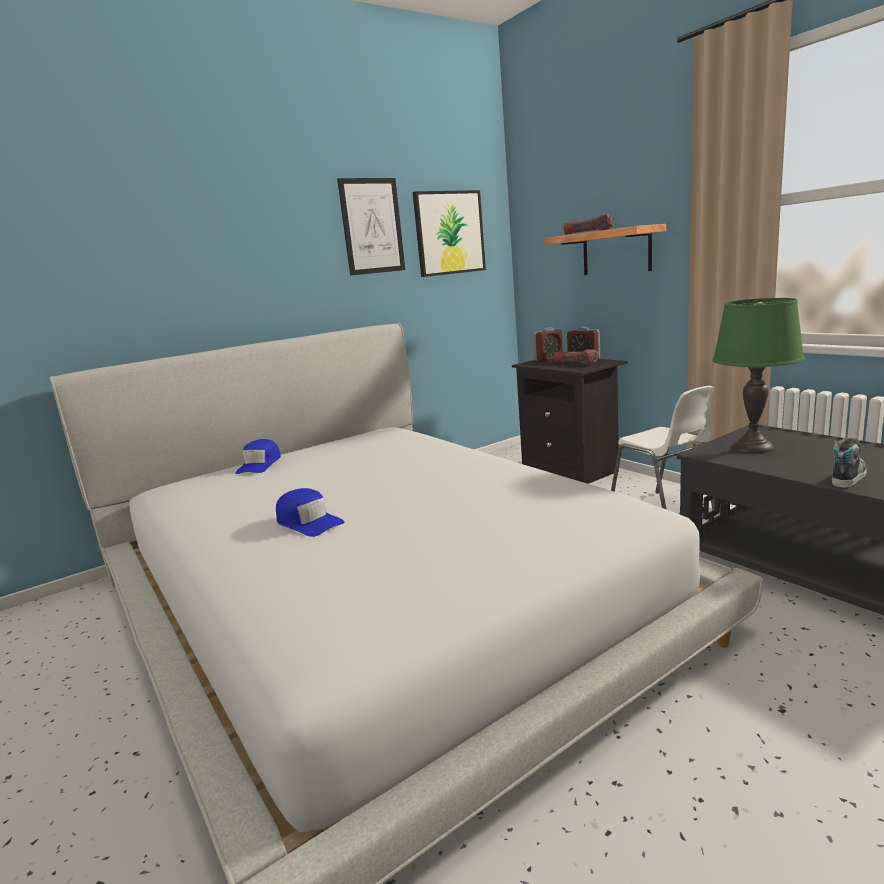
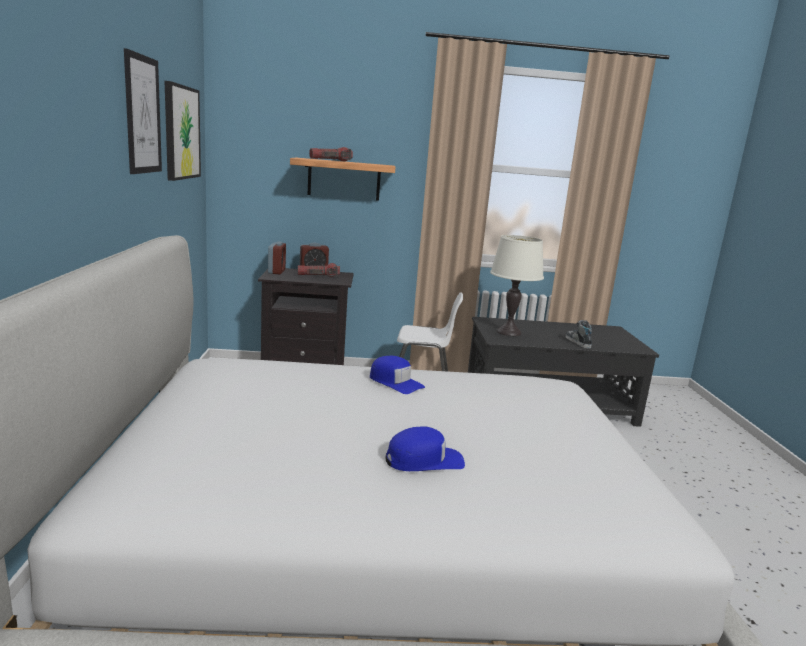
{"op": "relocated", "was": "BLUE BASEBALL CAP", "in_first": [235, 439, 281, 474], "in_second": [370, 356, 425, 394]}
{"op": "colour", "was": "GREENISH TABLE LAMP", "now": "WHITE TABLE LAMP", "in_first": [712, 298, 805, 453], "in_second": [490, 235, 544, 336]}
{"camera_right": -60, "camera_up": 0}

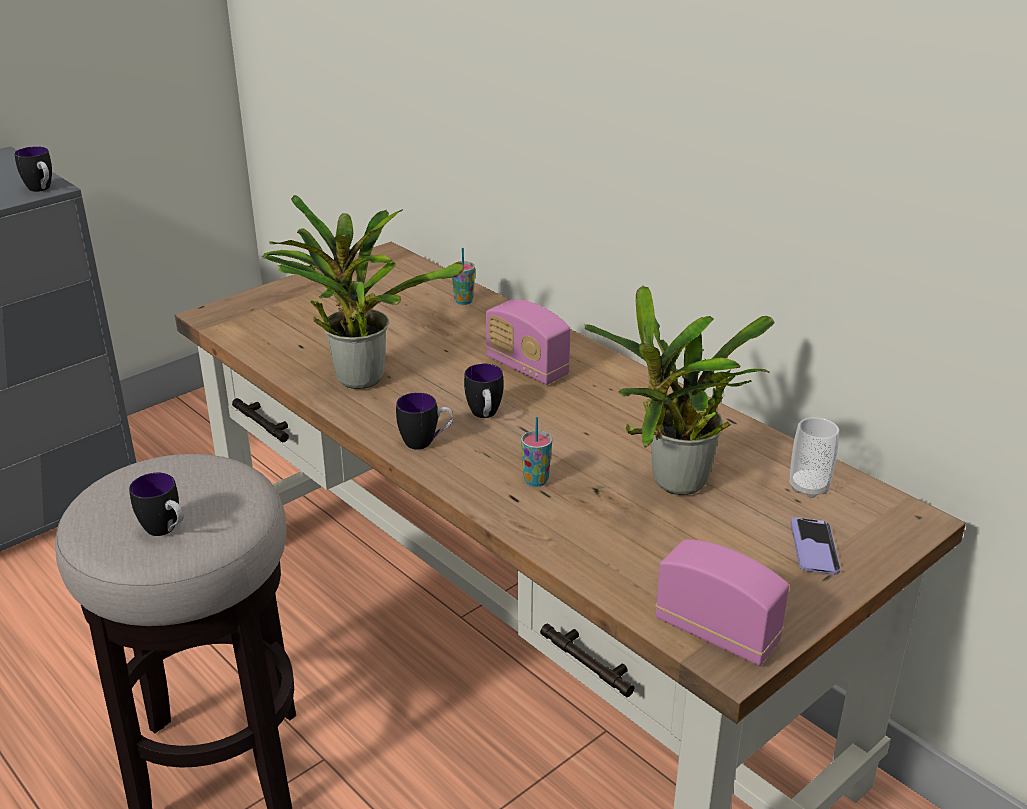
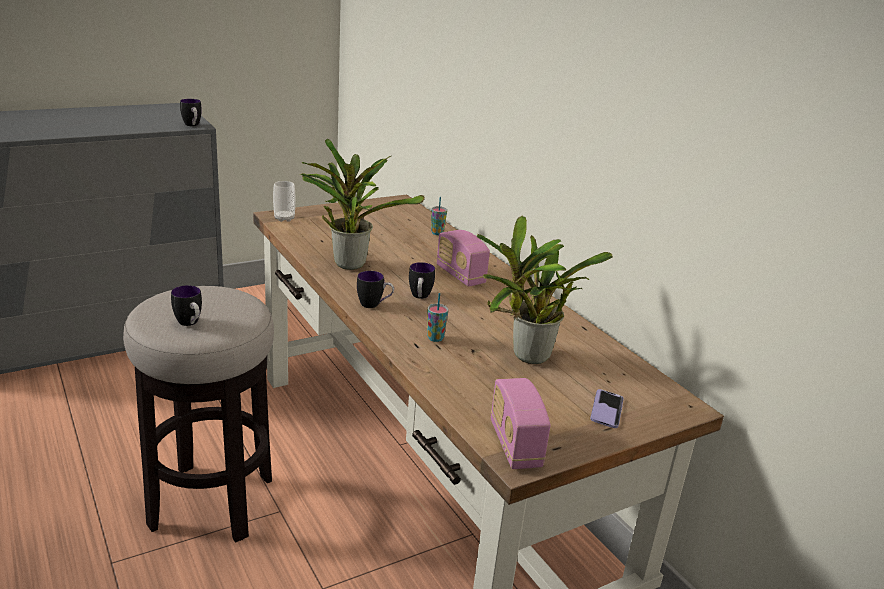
{"op": "relocated", "was": "DRINKING CUP", "in_first": [790, 417, 839, 498], "in_second": [273, 181, 295, 222]}
{"op": "spun", "was": "RADIO RECEIVER", "in_first": [655, 539, 789, 666], "in_second": [491, 378, 550, 469], "clockwise": -150}
{"camera_right": 10, "camera_up": -5}

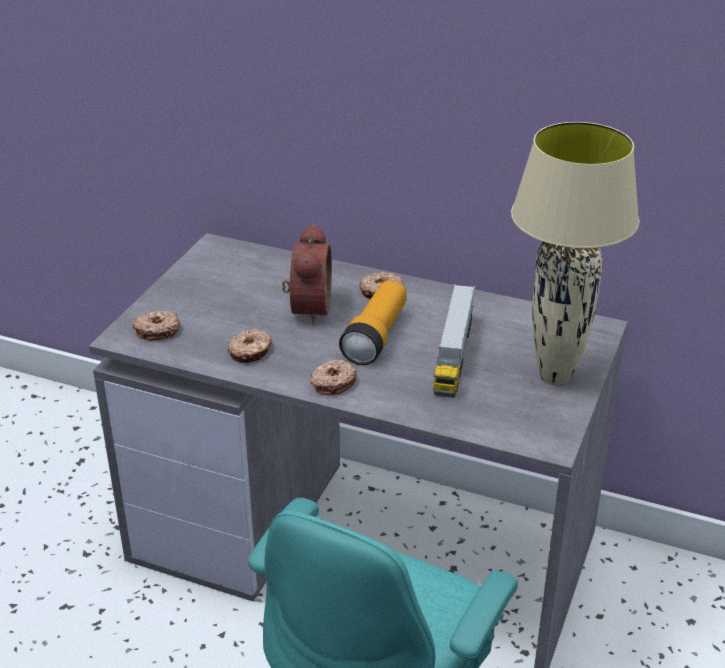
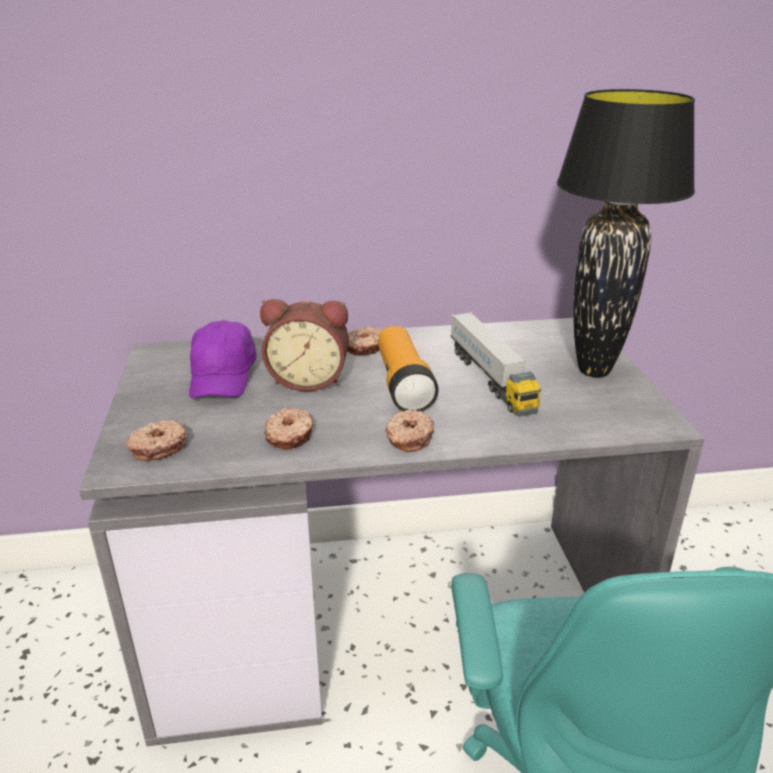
{"op": "appeared", "now": "PURPLISH BASEBALL CAP", "in_second": [189, 320, 257, 398]}
{"op": "colour", "was": "BEIGE TABLE LAMP", "now": "BLACK TABLE LAMP", "in_first": [511, 122, 640, 385], "in_second": [557, 89, 695, 377]}
{"op": "spun", "was": "TABLE CLOCK", "in_first": [282, 224, 332, 325], "in_second": [260, 299, 349, 392], "clockwise": 120}
{"camera_right": -30, "camera_up": -5}

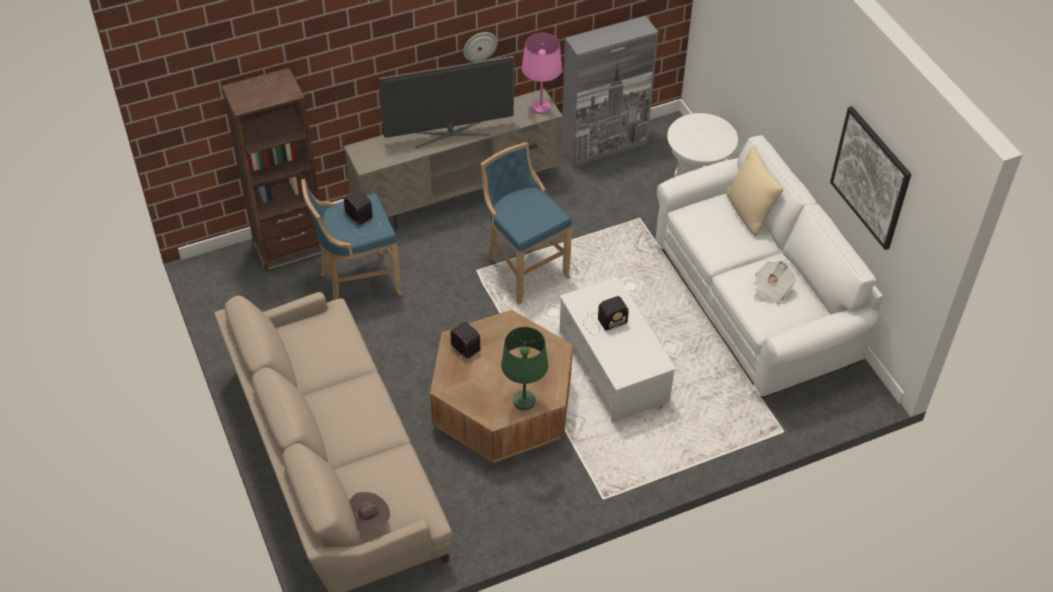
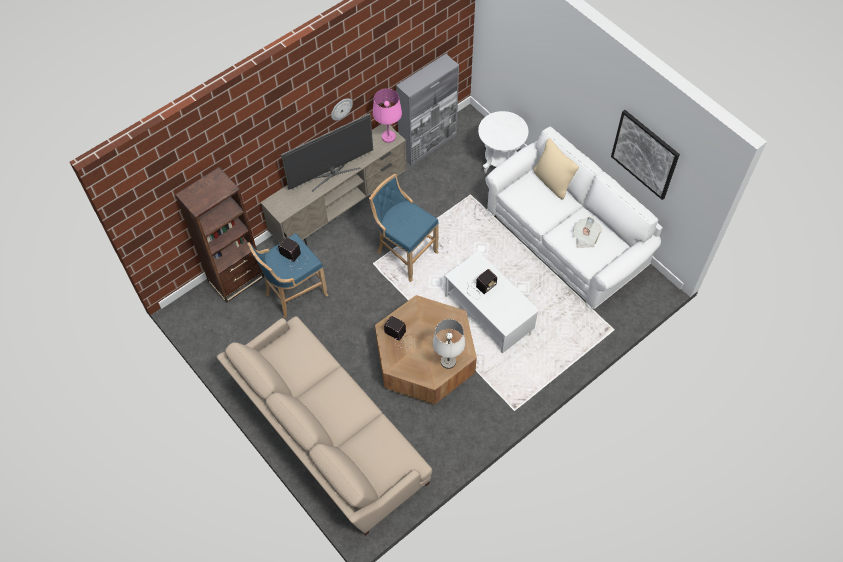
{"op": "missing", "was": "BROWN-COLOURED HAT", "in_first": [349, 492, 390, 533]}
{"op": "colour", "was": "GREENISH TABLE LAMP", "now": "WHITE TABLE LAMP", "in_first": [501, 327, 548, 410], "in_second": [433, 319, 465, 369]}
{"camera_right": -15, "camera_up": 10}

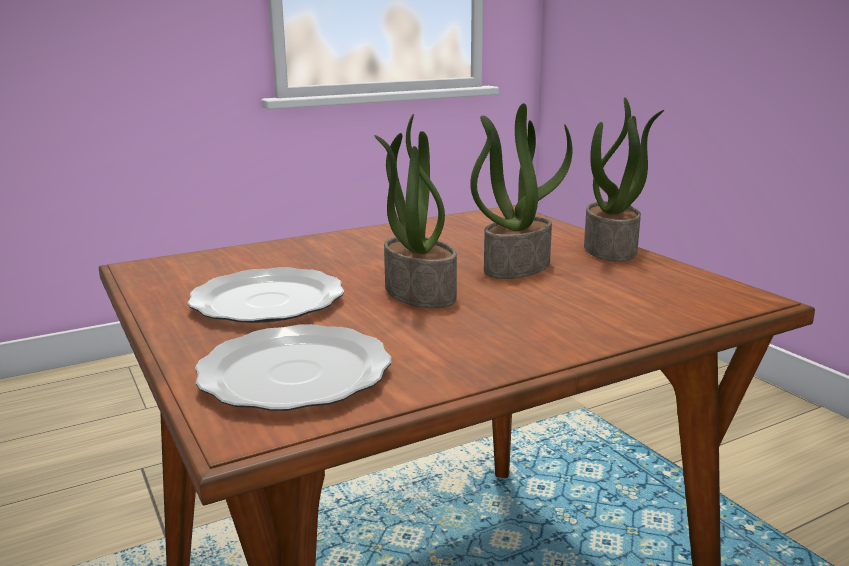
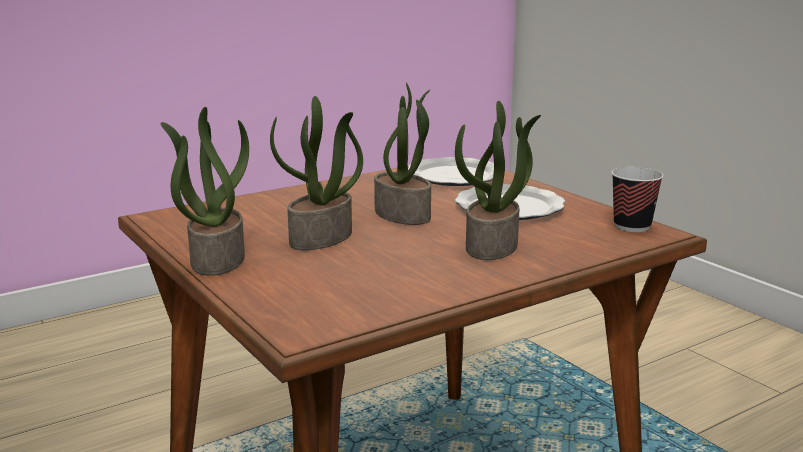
{"op": "appeared", "now": "PLANT IN A POT", "in_second": [455, 101, 541, 260]}
{"op": "appeared", "now": "DRINKING CUP", "in_second": [611, 167, 663, 232]}
{"camera_right": 175, "camera_up": 0}

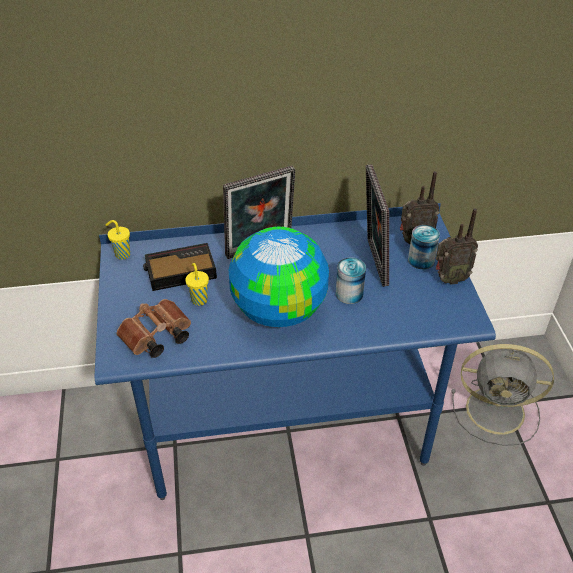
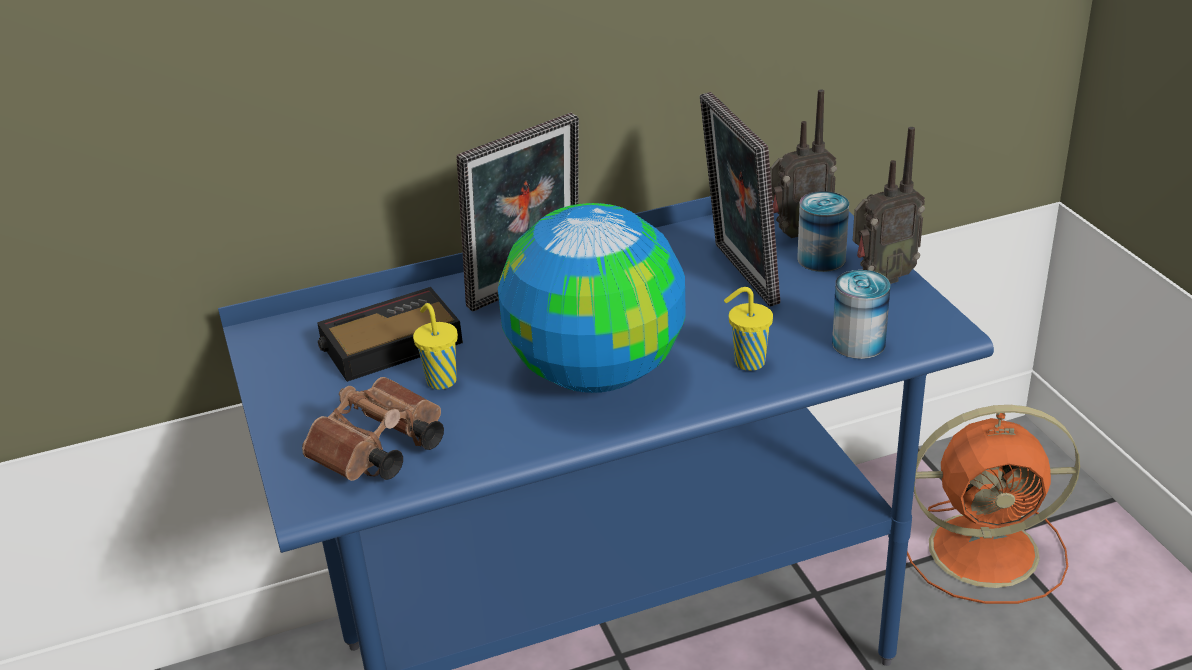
{"op": "relocated", "was": "YELLOW DRINKING CUP", "in_first": [106, 220, 130, 260], "in_second": [724, 287, 773, 371]}
{"op": "relocated", "was": "CAN", "in_first": [336, 257, 366, 304], "in_second": [832, 270, 890, 359]}
{"op": "colour", "was": "GREY ELECTRIC FAN", "now": "ORANGE ELECTRIC FAN", "in_first": [451, 344, 554, 446], "in_second": [907, 405, 1080, 604]}
{"camera_right": -10, "camera_up": -10}

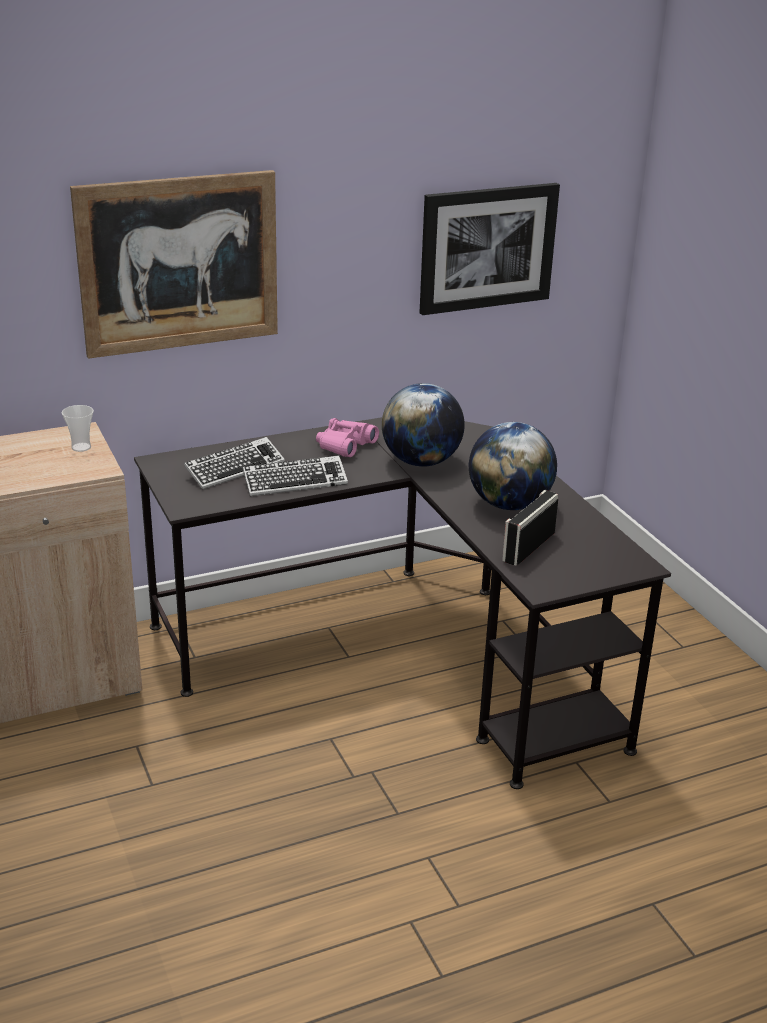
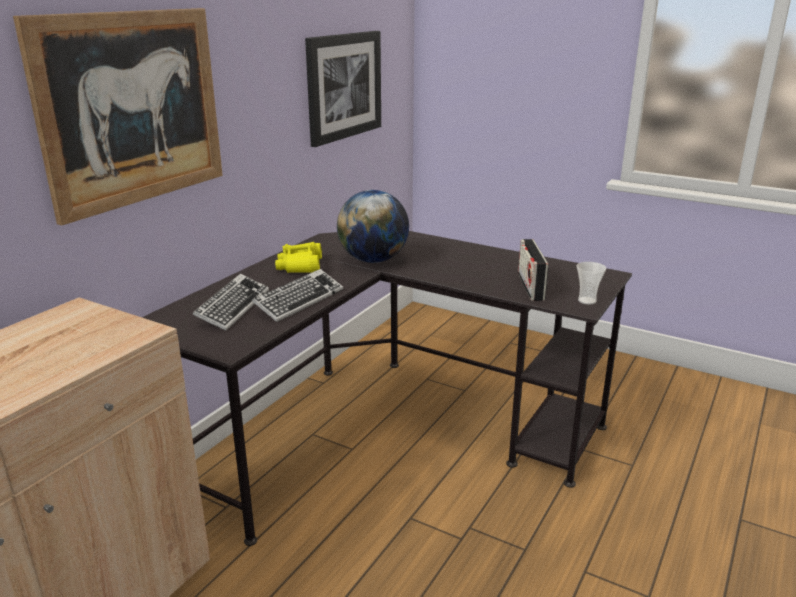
{"op": "missing", "was": "GLOBE", "in_first": [469, 422, 557, 510]}
{"op": "relocated", "was": "DRINKING CUP", "in_first": [62, 405, 94, 452], "in_second": [577, 262, 606, 305]}
{"op": "colour", "was": "PINK BINOCULARS", "now": "YELLOW BINOCULARS", "in_first": [316, 418, 379, 457], "in_second": [275, 242, 322, 273]}
{"camera_right": -35, "camera_up": -5}

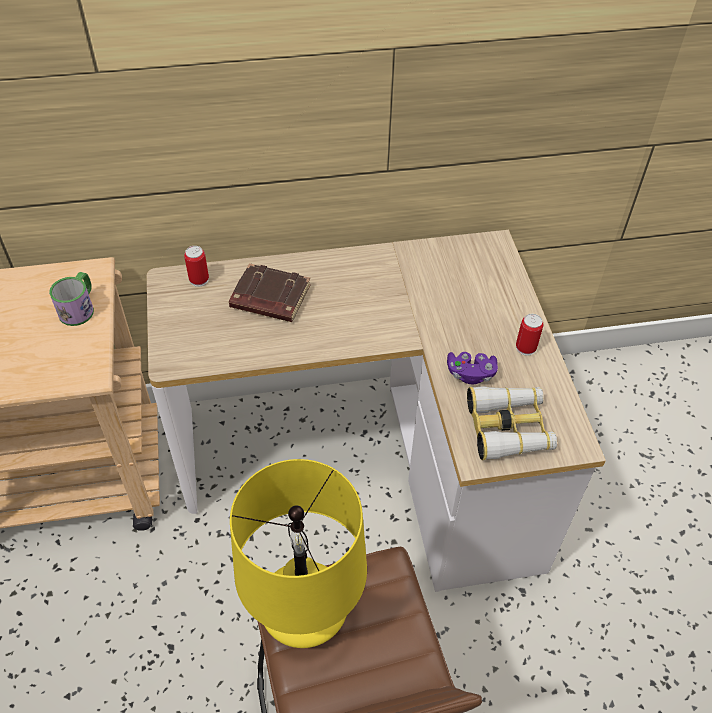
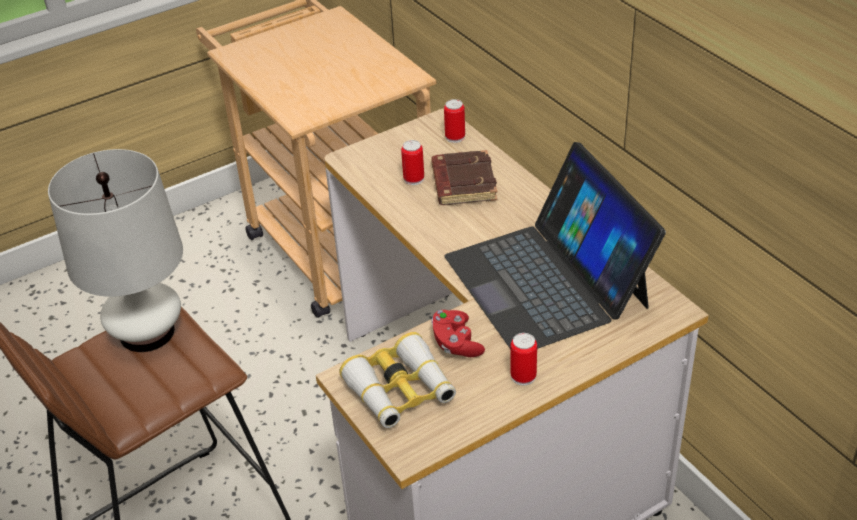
{"op": "missing", "was": "MUG", "in_first": [49, 272, 94, 326]}
{"op": "appeared", "now": "CAN", "in_second": [401, 140, 424, 185]}
{"op": "appeared", "now": "LAPTOP", "in_second": [445, 142, 666, 349]}
{"op": "colour", "was": "YELLOW TABLE LAMP", "now": "WHITE TABLE LAMP", "in_first": [230, 459, 367, 648], "in_second": [48, 149, 183, 352]}
{"op": "colour", "was": "PURPLISH GAMEPAD", "now": "RED GAMEPAD", "in_first": [447, 352, 498, 384], "in_second": [432, 310, 485, 357]}
{"camera_right": 70, "camera_up": -10}

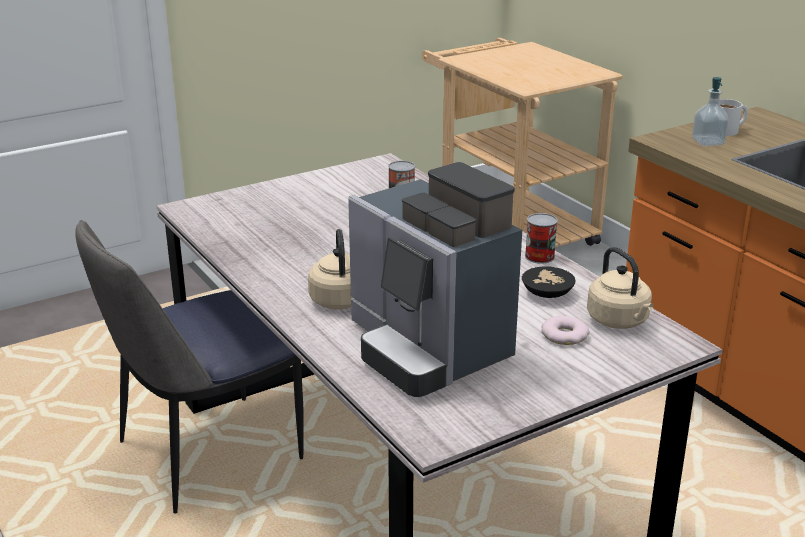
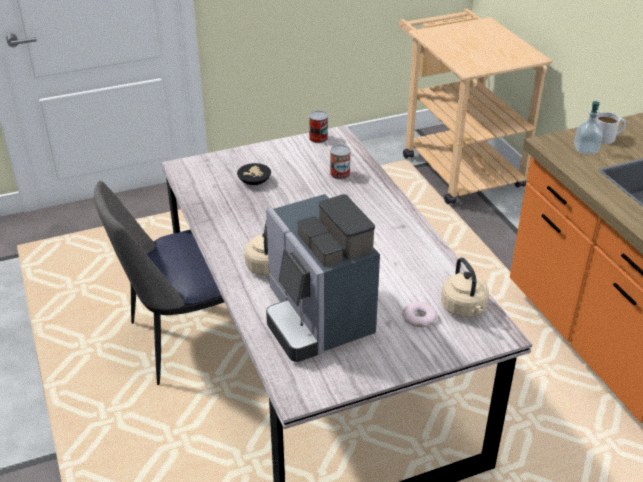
{"op": "relocated", "was": "BLACK BOWL", "in_first": [522, 266, 575, 298], "in_second": [237, 163, 271, 185]}
{"op": "relocated", "was": "CAN", "in_first": [525, 213, 558, 264], "in_second": [309, 111, 328, 143]}
{"camera_right": 10, "camera_up": 10}

